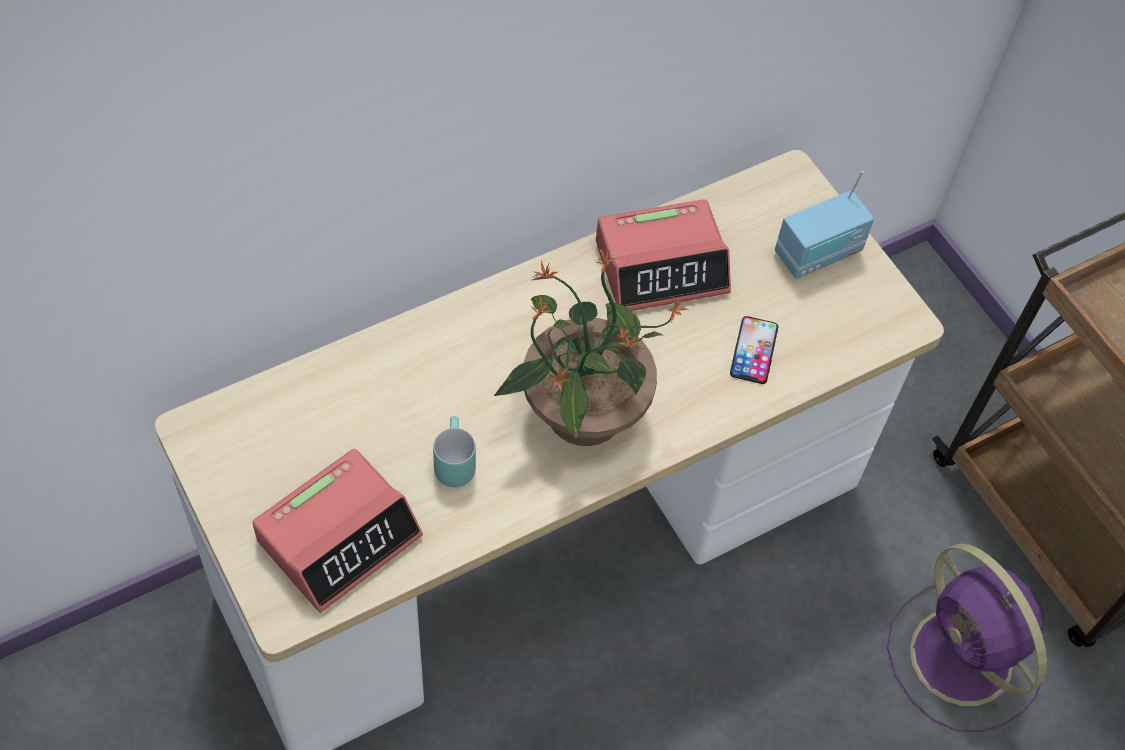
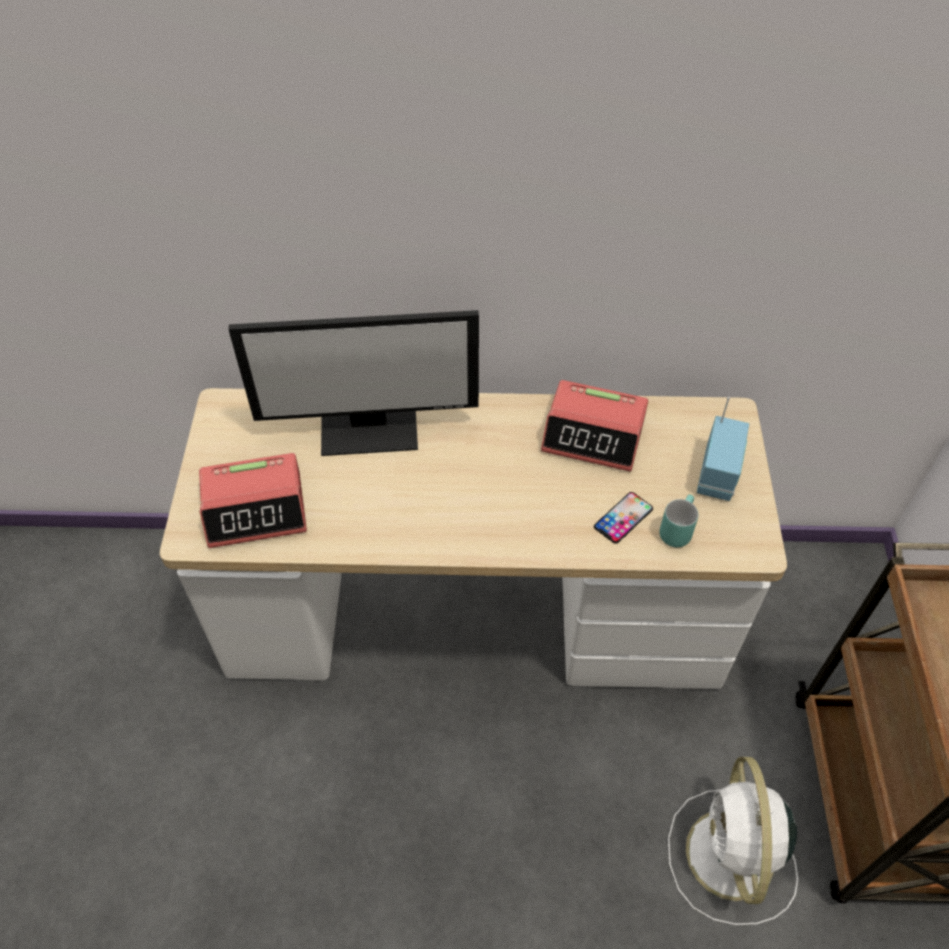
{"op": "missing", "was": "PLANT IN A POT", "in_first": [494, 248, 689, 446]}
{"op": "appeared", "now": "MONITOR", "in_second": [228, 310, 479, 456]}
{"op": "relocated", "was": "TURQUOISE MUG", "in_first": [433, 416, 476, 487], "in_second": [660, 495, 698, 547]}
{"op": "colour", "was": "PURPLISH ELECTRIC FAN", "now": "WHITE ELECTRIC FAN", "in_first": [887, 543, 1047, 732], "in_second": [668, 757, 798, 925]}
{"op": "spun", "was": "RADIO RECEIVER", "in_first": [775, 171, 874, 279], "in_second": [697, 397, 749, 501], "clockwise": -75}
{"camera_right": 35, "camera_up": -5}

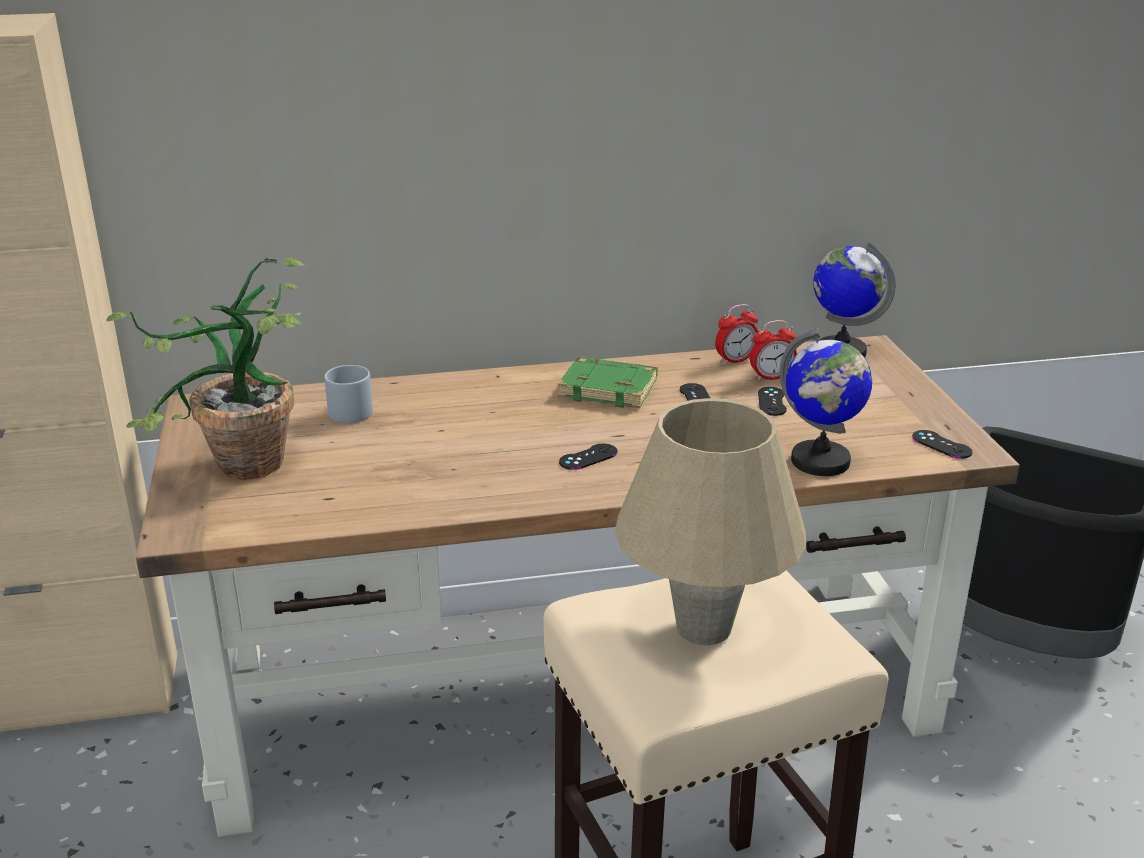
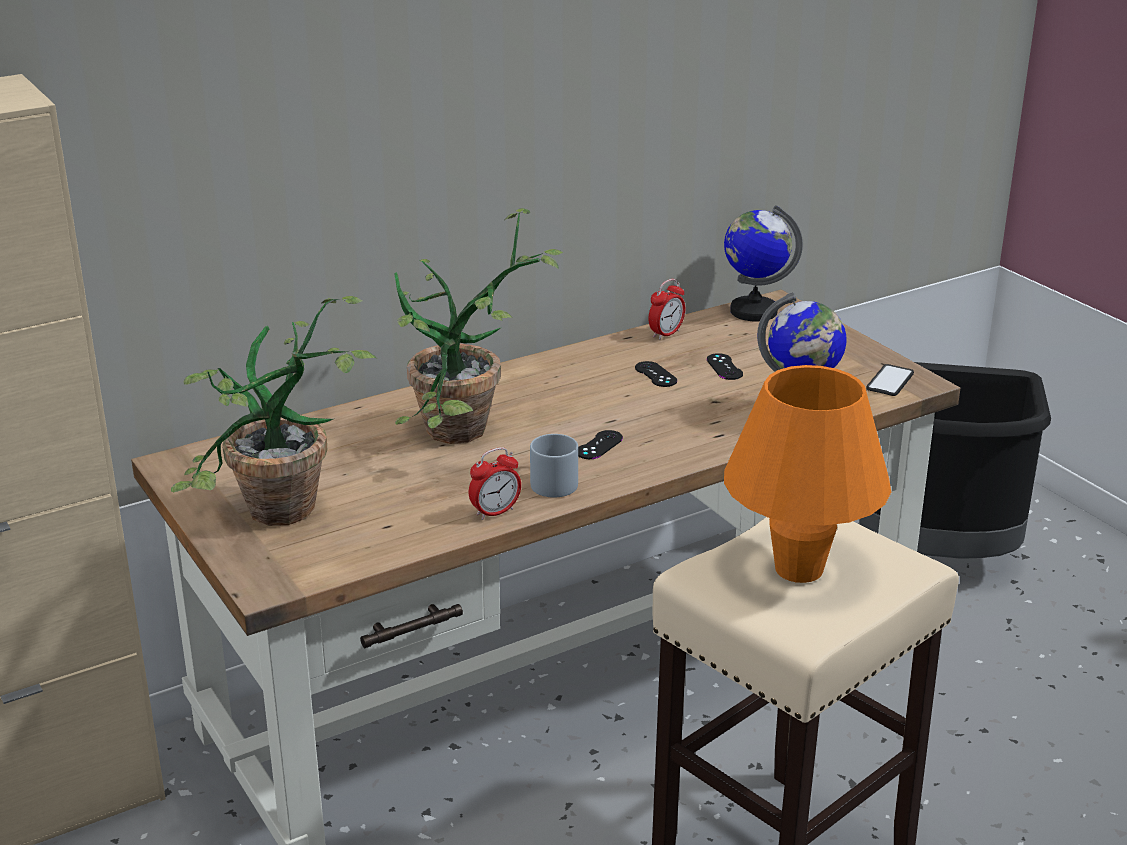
{"op": "missing", "was": "GREENISH VOLUME", "in_first": [558, 357, 657, 408]}
{"op": "appeared", "now": "PLANT IN A POT", "in_second": [394, 208, 563, 444]}
{"op": "relocated", "was": "GREY MUG", "in_first": [324, 365, 373, 423], "in_second": [530, 434, 578, 498]}
{"op": "relocated", "was": "TABLE CLOCK", "in_first": [750, 320, 797, 381], "in_second": [469, 447, 521, 520]}
{"op": "exchanged", "was": "BLACK GAMEPAD", "now": "HANDSET", "in_first": [912, 430, 972, 459], "in_second": [866, 364, 914, 396]}
{"op": "colour", "was": "BEIGE TABLE LAMP", "now": "ORANGE TABLE LAMP", "in_first": [615, 398, 806, 645], "in_second": [724, 365, 891, 583]}
{"camera_right": -20, "camera_up": 0}

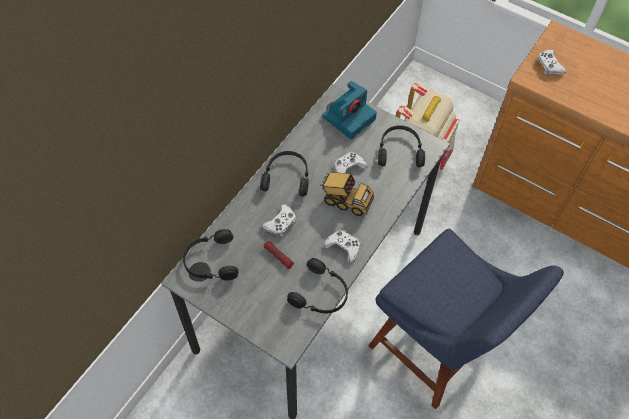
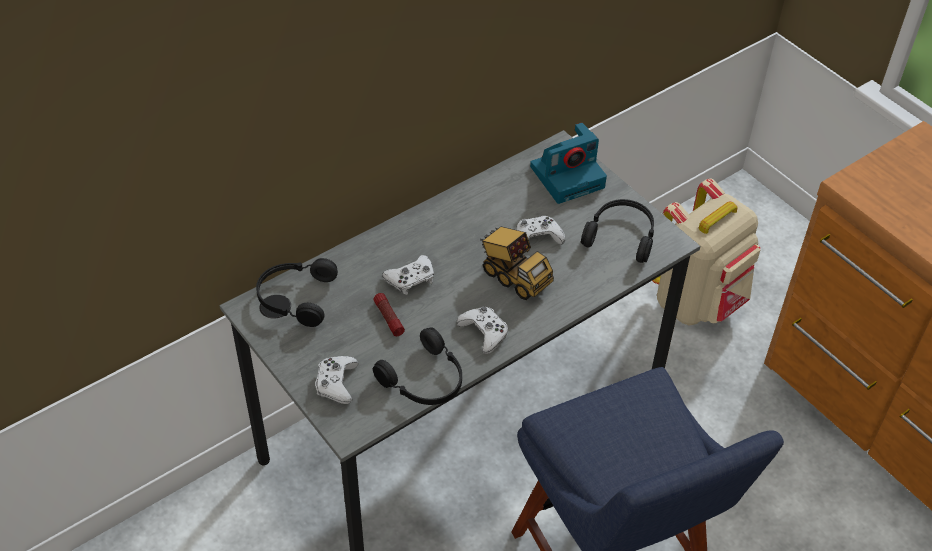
{"op": "missing", "was": "BLACK PAIR OF HEADPHONES", "in_first": [260, 151, 309, 196]}
{"op": "relocated", "was": "WHITE GAMEPAD", "in_first": [536, 49, 566, 75], "in_second": [315, 356, 358, 404]}
{"camera_right": 20, "camera_up": -10}

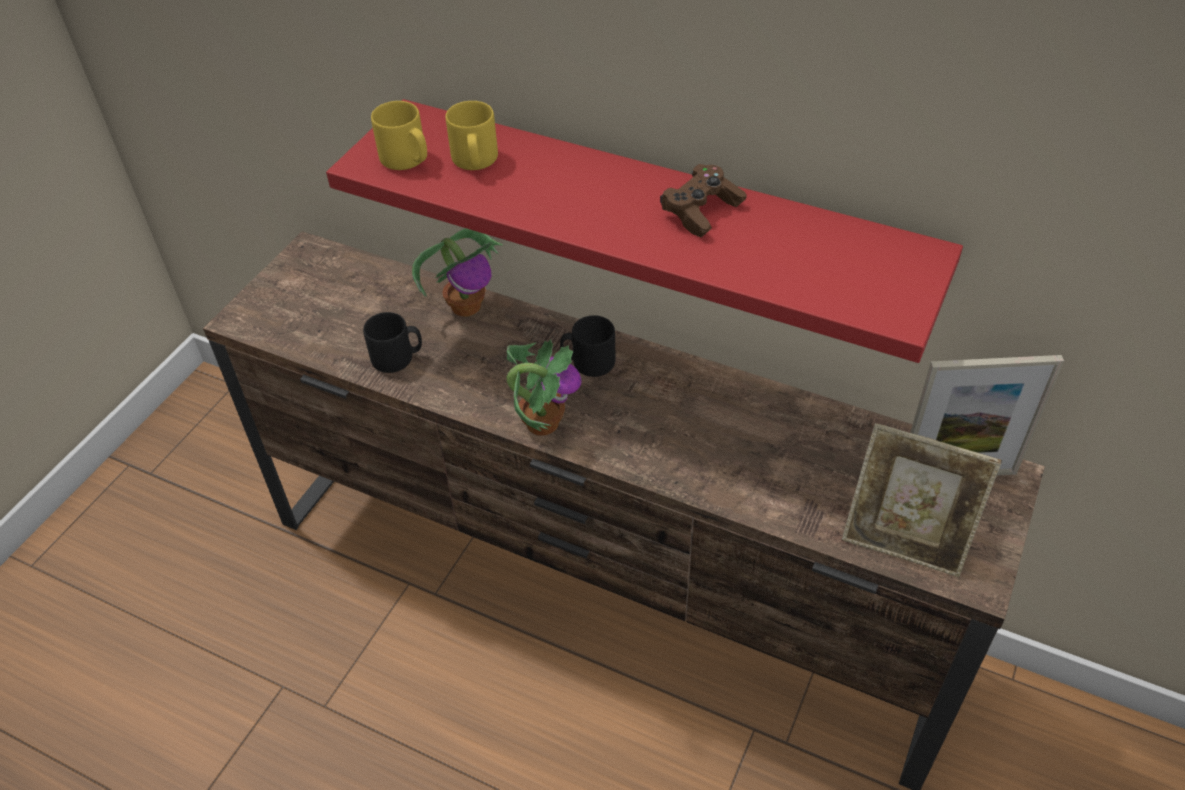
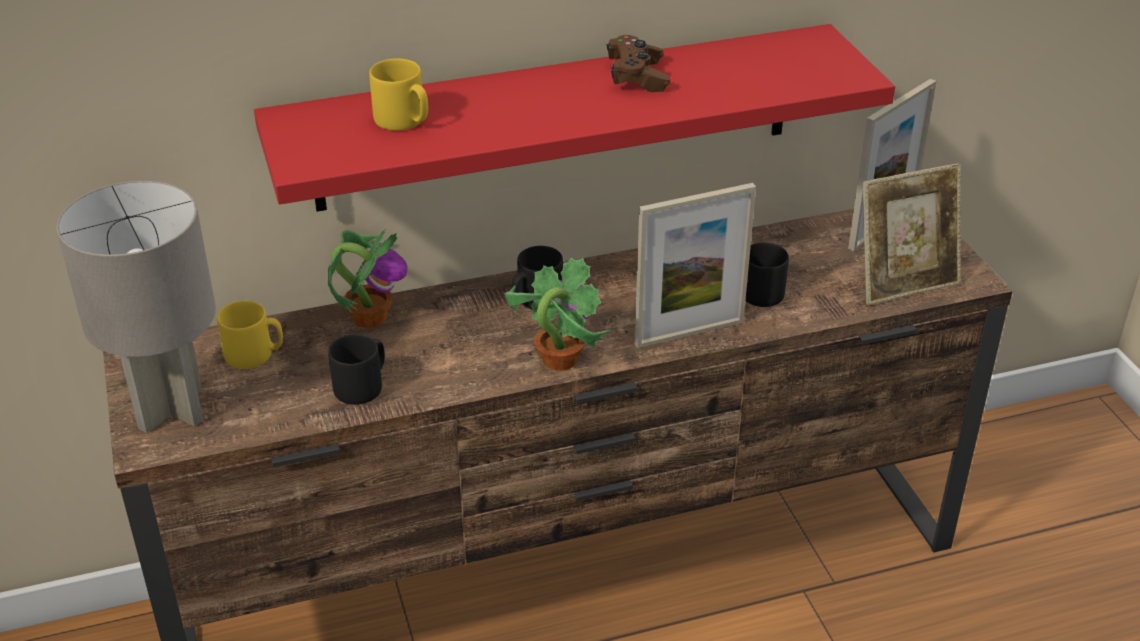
{"op": "appeared", "now": "GREY TABLE LAMP", "in_second": [57, 181, 216, 433]}
{"op": "appeared", "now": "PICTURE FRAME", "in_second": [634, 183, 756, 348]}
{"op": "appeared", "now": "BLACK MUG", "in_second": [745, 242, 789, 307]}
{"op": "relocated", "was": "YELLOW MUG", "in_first": [371, 101, 427, 170], "in_second": [217, 301, 283, 369]}
{"camera_right": -45, "camera_up": -10}

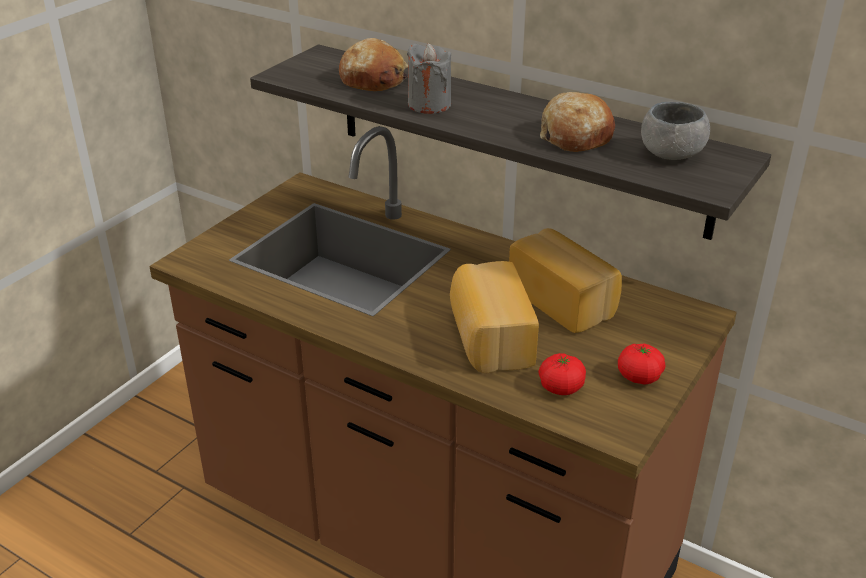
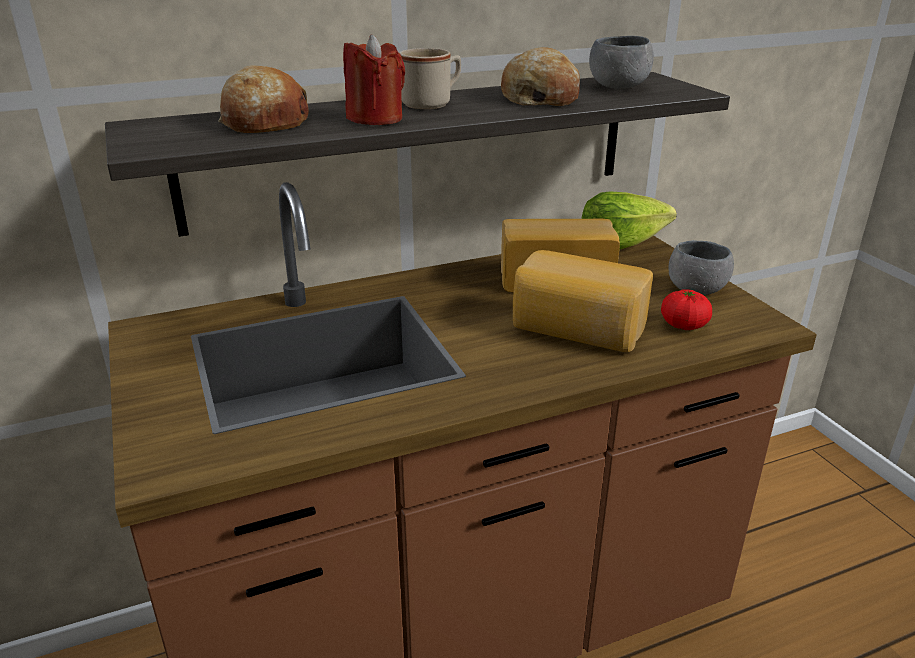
{"op": "appeared", "now": "BEIGE MUG", "in_second": [399, 48, 461, 109]}
{"op": "appeared", "now": "LETTUCE", "in_second": [581, 192, 677, 250]}
{"op": "exchanged", "was": "WHOLE TOMATO", "now": "GREY BOWL", "in_first": [618, 343, 665, 385], "in_second": [669, 240, 734, 295]}
{"op": "colour", "was": "GREY CANDLE", "now": "RED CANDLE", "in_first": [407, 43, 451, 114], "in_second": [343, 34, 405, 125]}
{"camera_right": -55, "camera_up": -5}

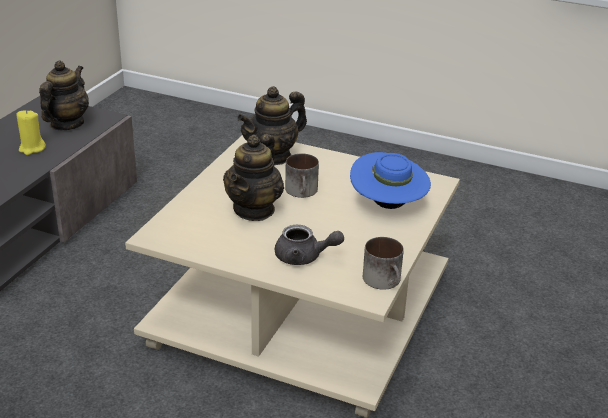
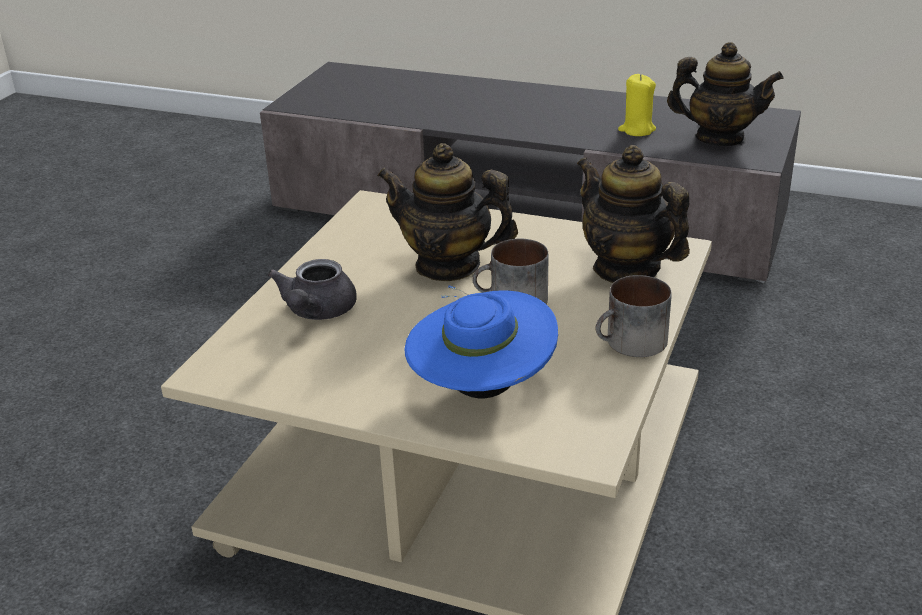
{"op": "relocated", "was": "MUG", "in_first": [363, 237, 404, 290], "in_second": [595, 275, 672, 357]}
{"camera_right": 90, "camera_up": 0}

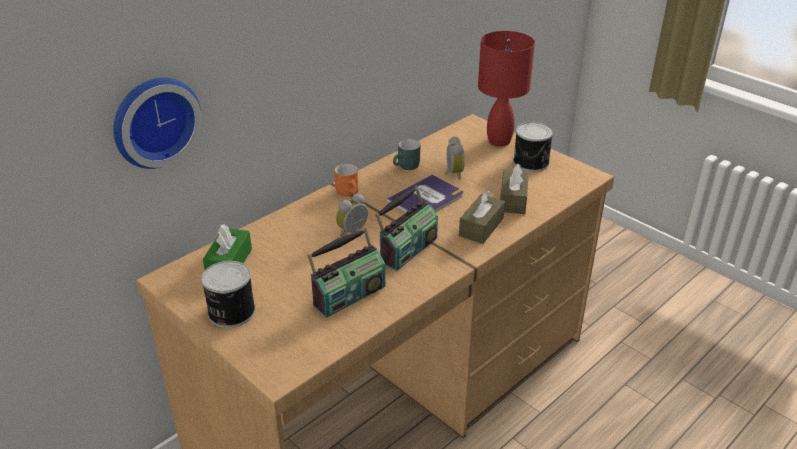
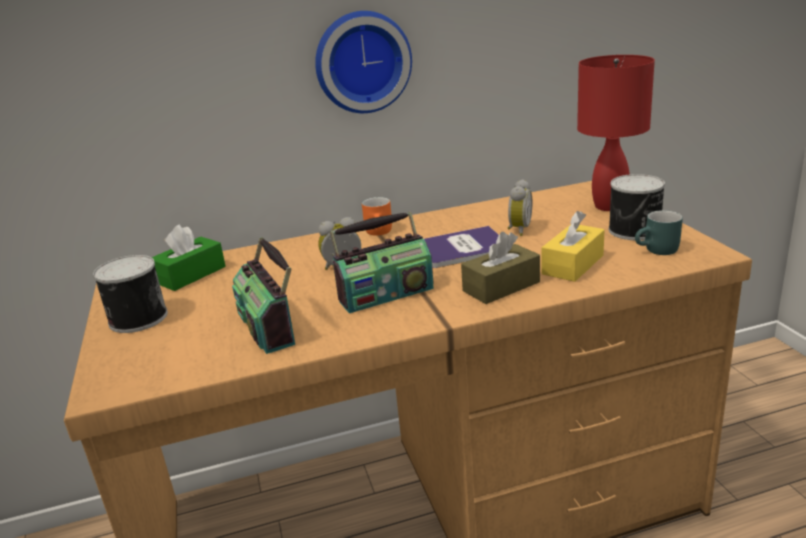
{"op": "relocated", "was": "HANGING CLOCK", "in_first": [113, 78, 202, 169], "in_second": [315, 11, 412, 113]}
{"op": "relocated", "was": "TURQUOISE MUG", "in_first": [393, 139, 420, 170], "in_second": [635, 210, 683, 255]}
{"op": "colour", "was": "BROWN-COLOURED TISSUE BOX", "now": "YELLOW TISSUE BOX", "in_first": [500, 164, 529, 214], "in_second": [541, 211, 605, 282]}
{"op": "spun", "was": "RADIO RECEIVER", "in_first": [308, 228, 385, 318], "in_second": [232, 237, 295, 354], "clockwise": 75}
{"camera_right": 30, "camera_up": -10}

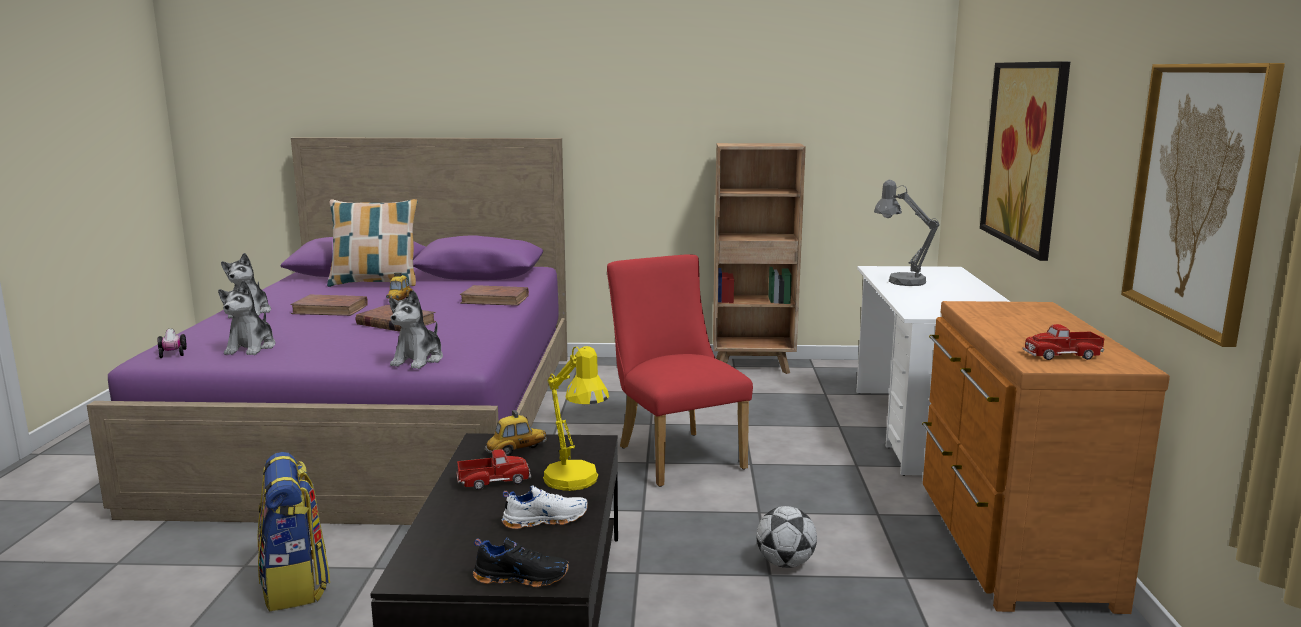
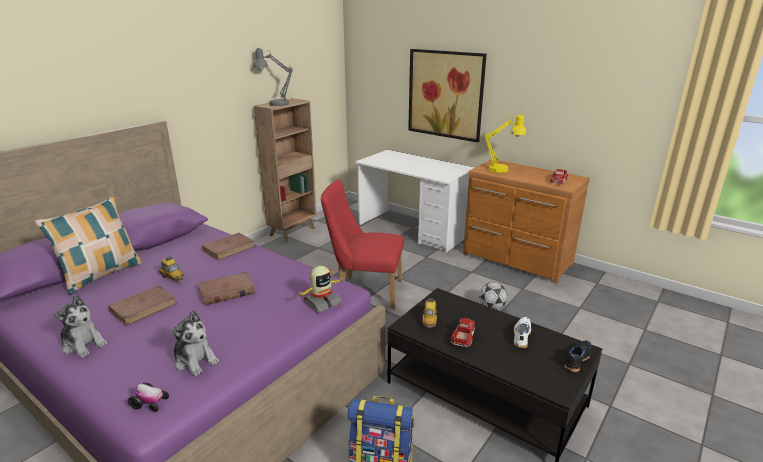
{"op": "missing", "was": "WALL ART", "in_first": [1121, 63, 1285, 347]}
{"op": "relocated", "was": "YELLOW TABLE LAMP", "in_first": [543, 346, 609, 491], "in_second": [485, 114, 526, 173]}
{"op": "relocated", "was": "GREY TABLE LAMP", "in_first": [874, 180, 940, 286], "in_second": [253, 48, 293, 106]}
{"op": "exchanged", "was": "SOFT TOY", "now": "TOY ROBOT", "in_first": [389, 290, 443, 369], "in_second": [297, 266, 344, 313]}
{"camera_right": -55, "camera_up": 10}

